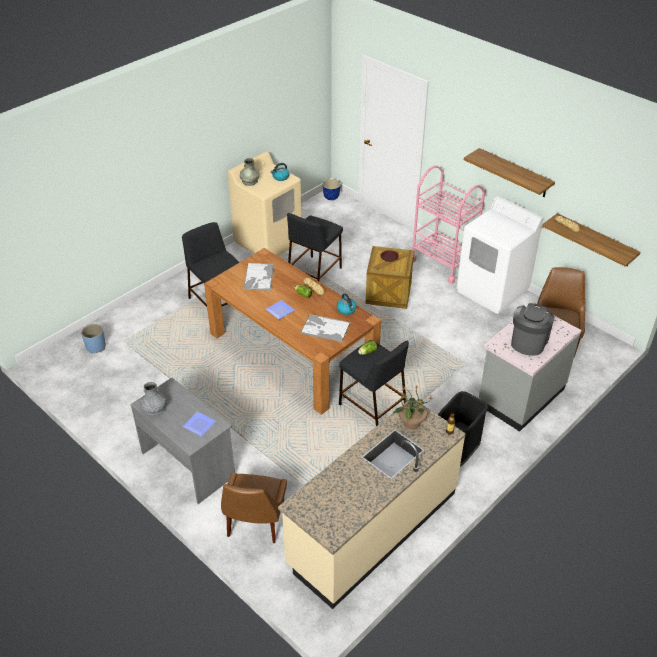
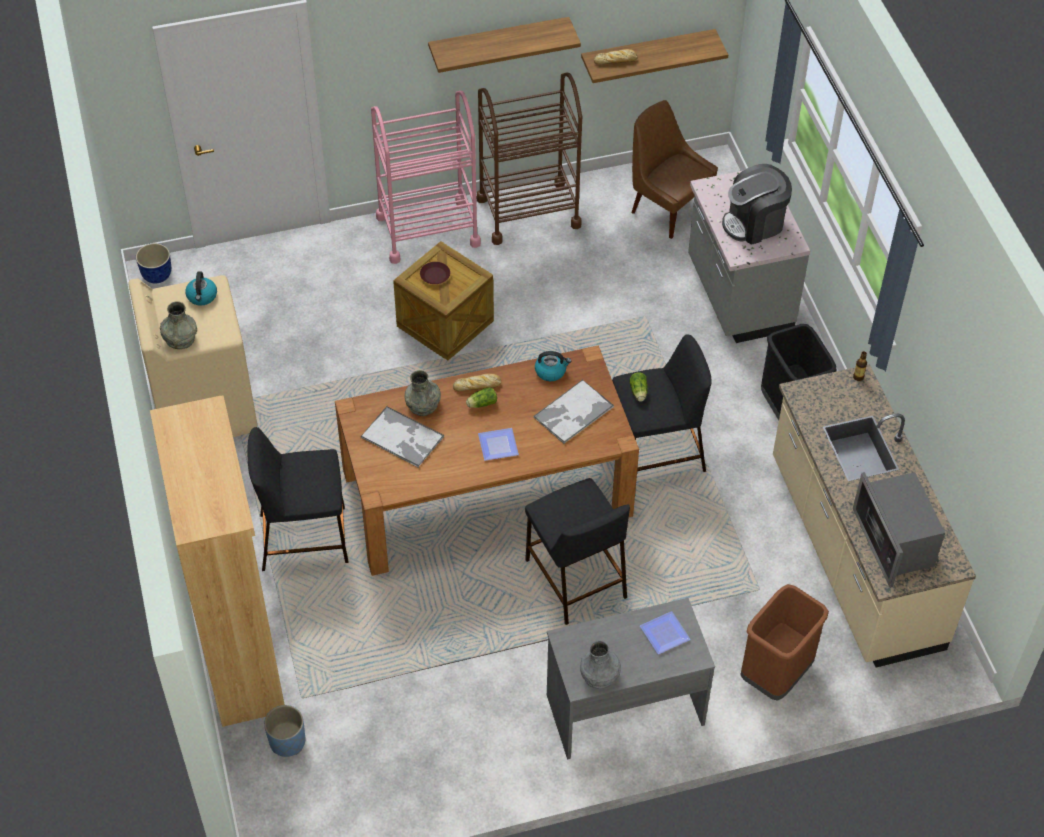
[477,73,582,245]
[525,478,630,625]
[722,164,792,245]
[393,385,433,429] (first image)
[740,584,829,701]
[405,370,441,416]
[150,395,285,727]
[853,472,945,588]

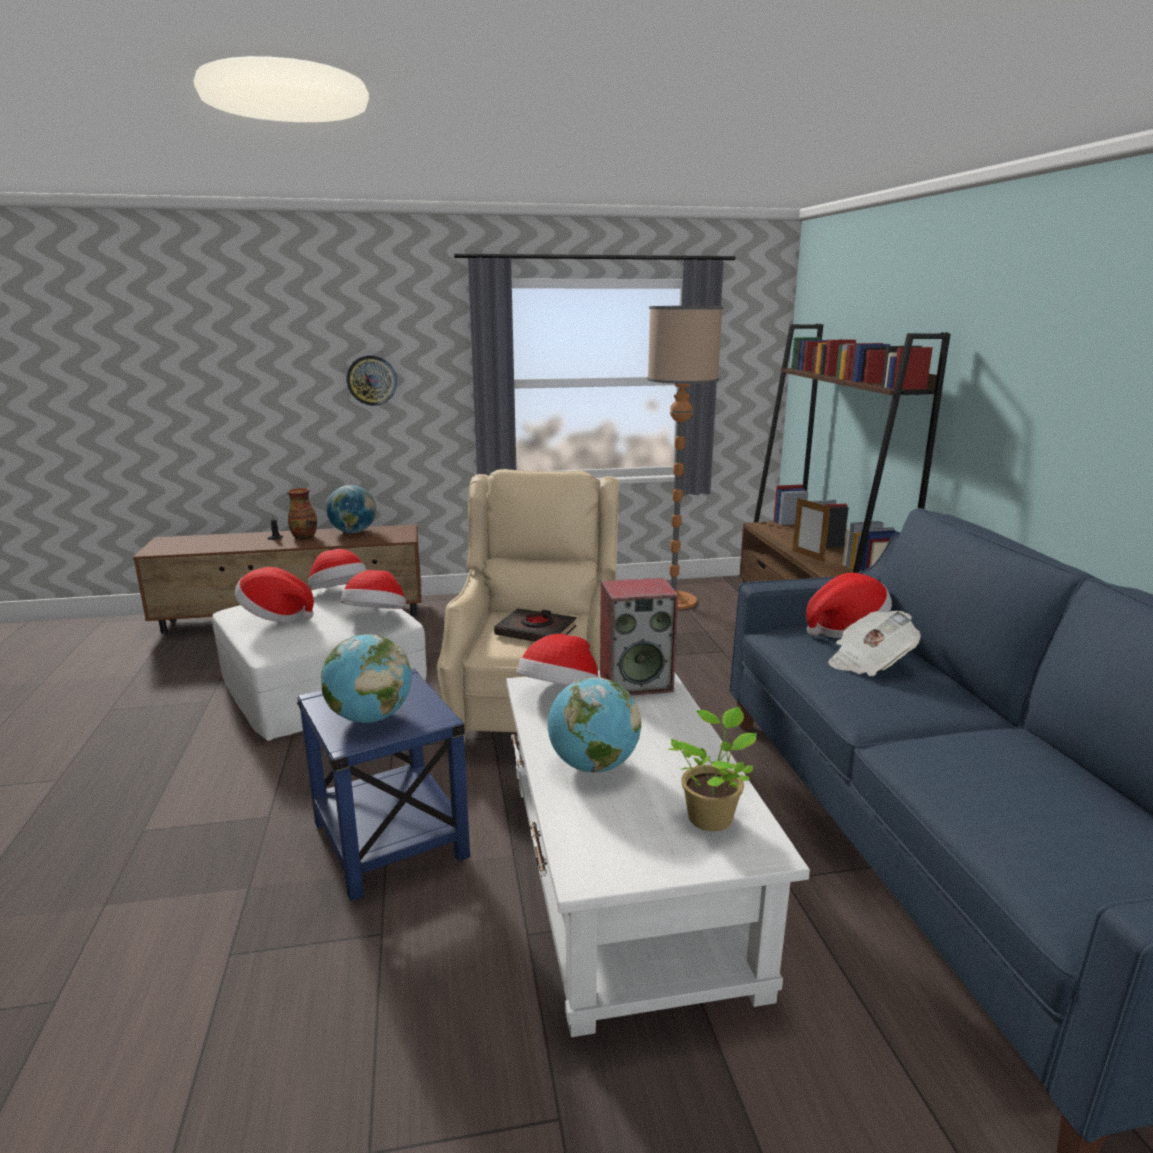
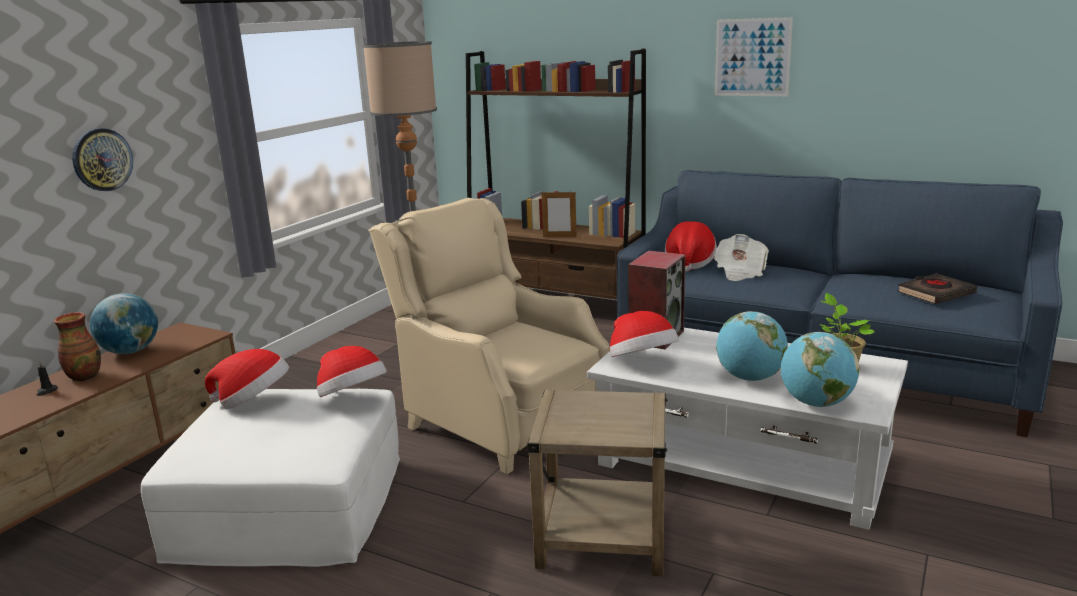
[235,567,314,623] (first image)
[897,273,977,304]
[781,332,859,407]
[527,390,667,577]
[715,17,793,96]

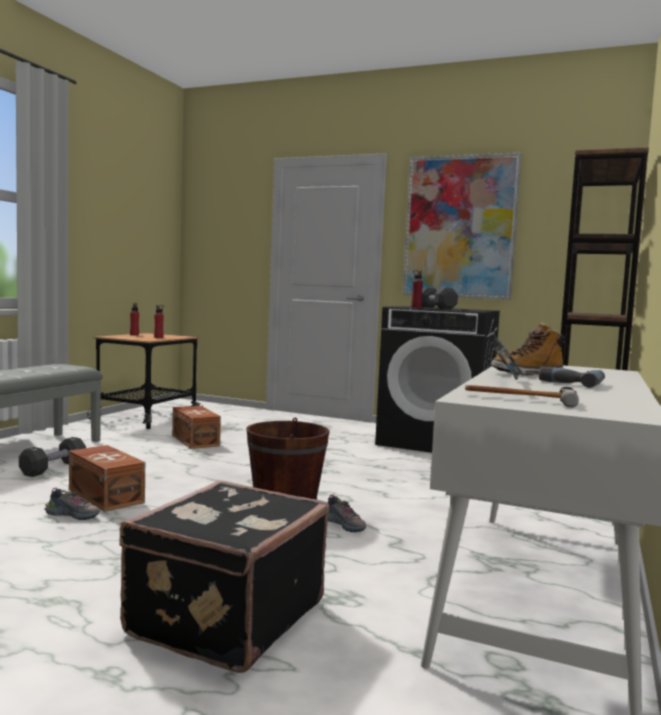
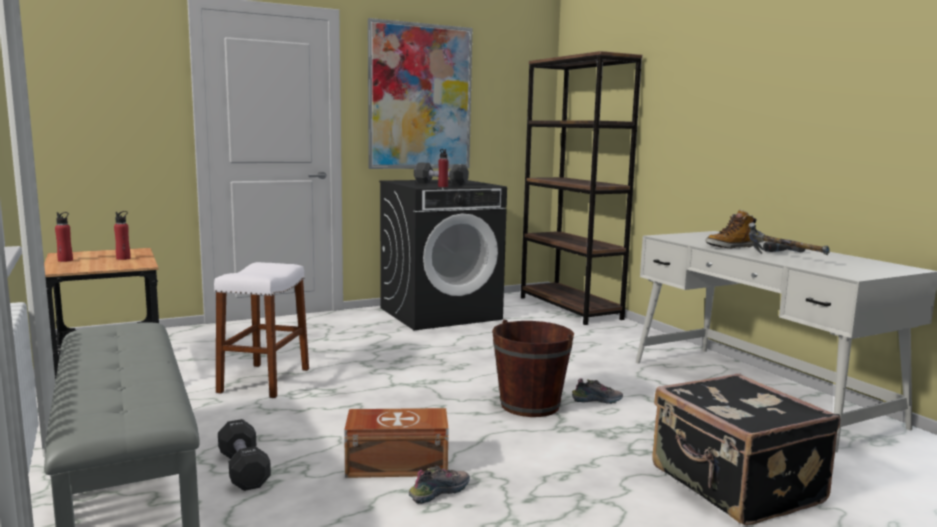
[706,210,756,248]
[465,385,579,408] (first image)
[214,262,309,398]

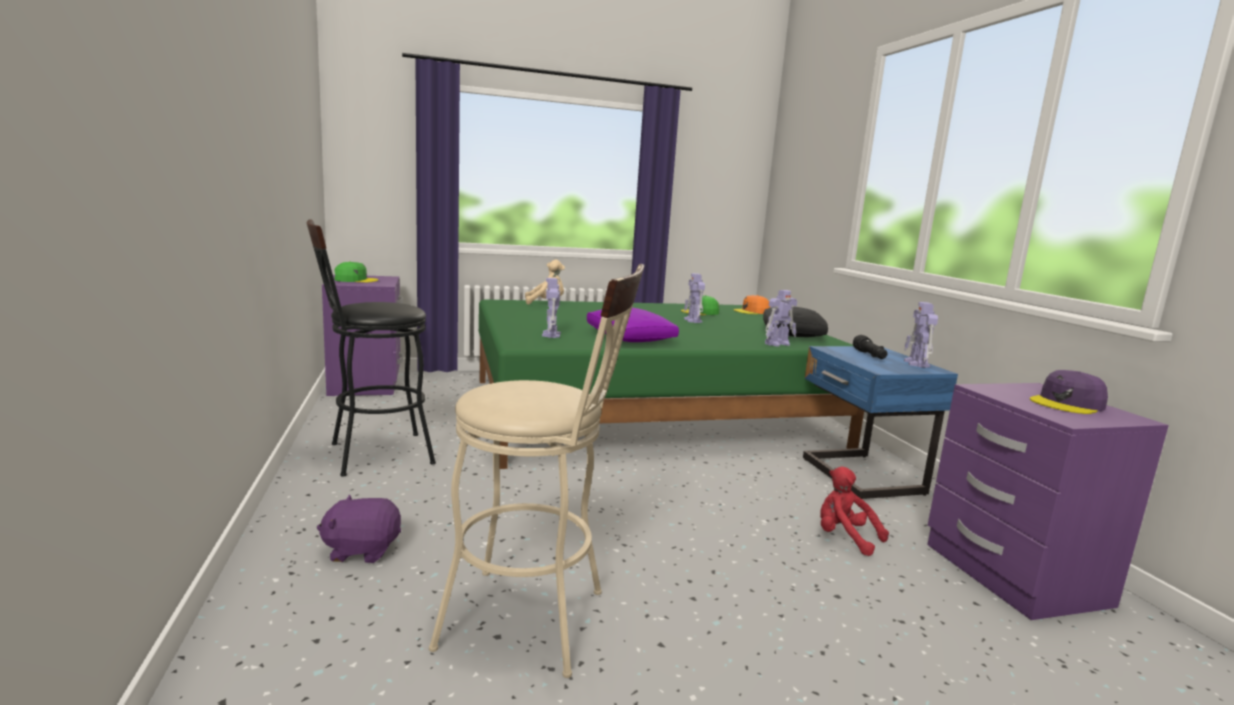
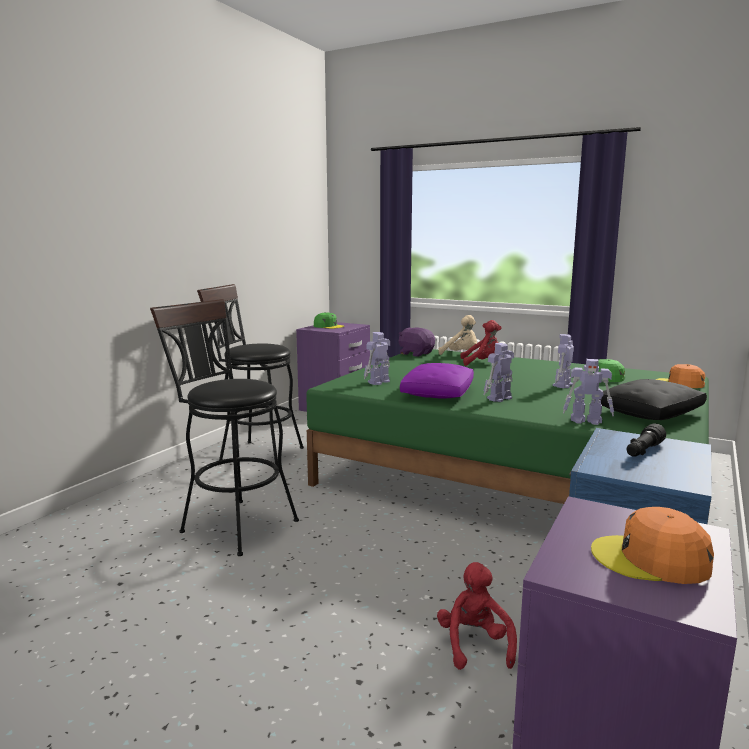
[429,264,644,678] (first image)
[484,343,514,402]
[591,507,714,584]
[398,328,435,357]
[150,299,299,556]
[460,320,502,366]

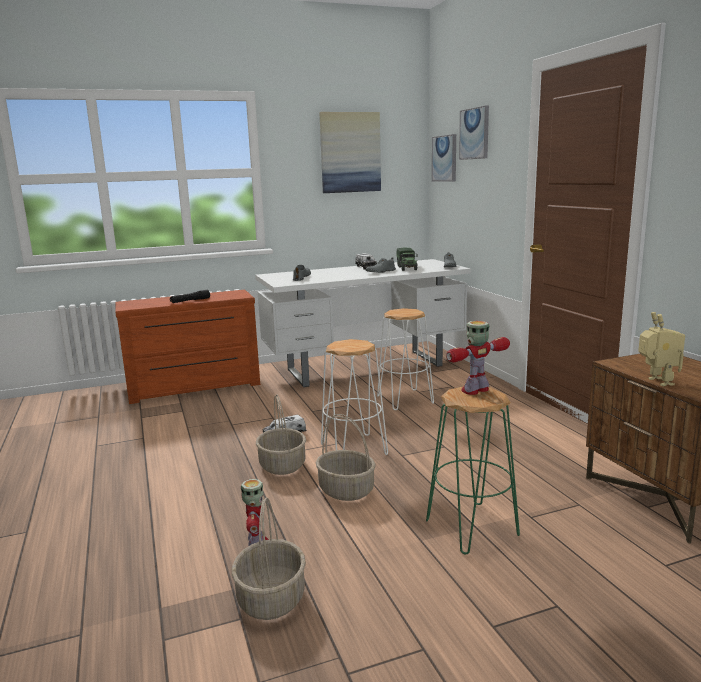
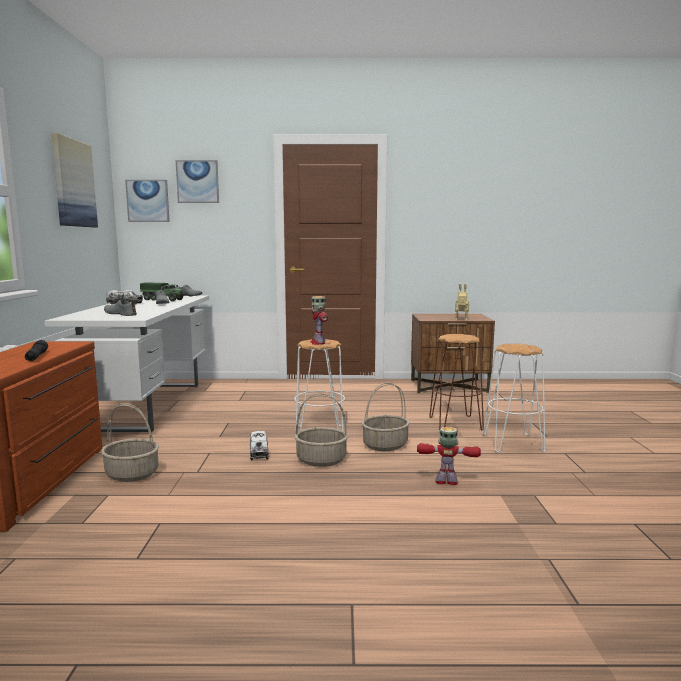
[483,344,545,452]
[310,296,328,345]
[429,334,484,430]
[101,403,159,482]

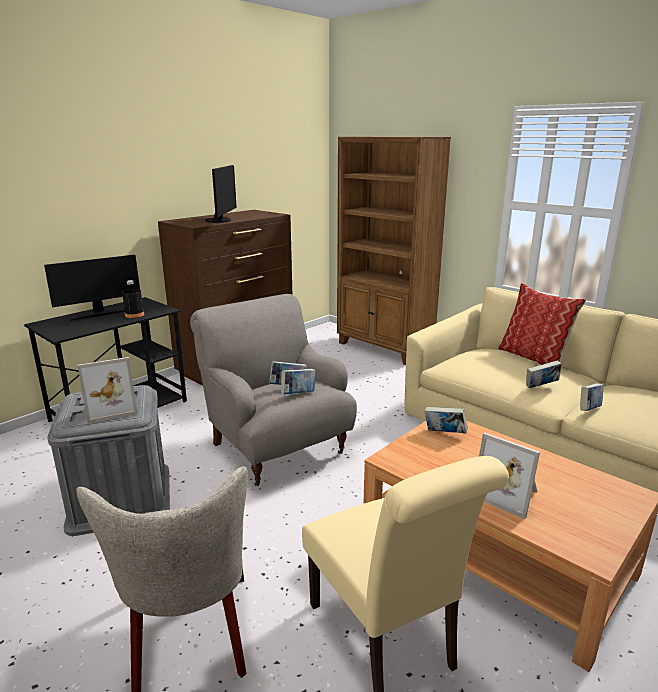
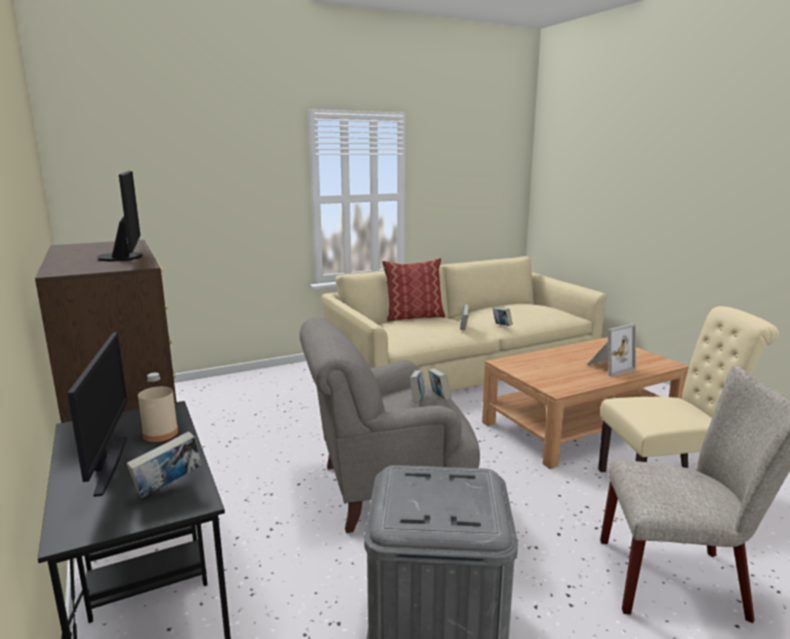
[337,137,451,365] (first image)
[97,171,143,261]
[138,373,178,442]
[77,357,138,424] (first image)
[126,431,201,498]

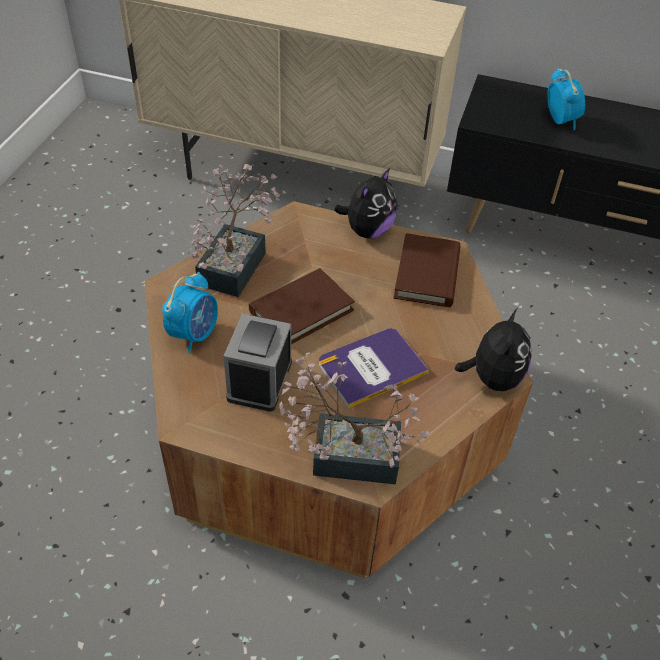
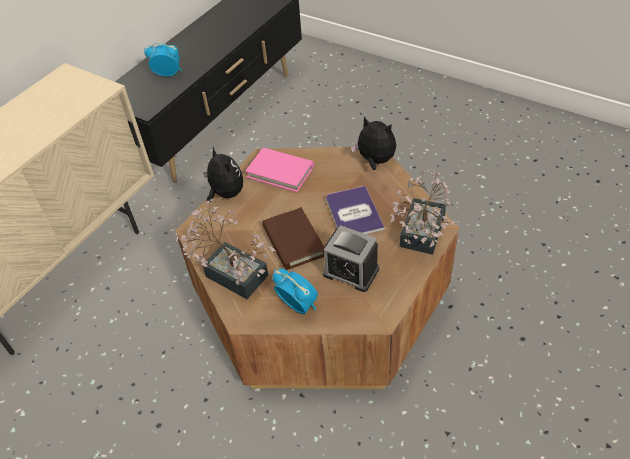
[245,148,314,192]

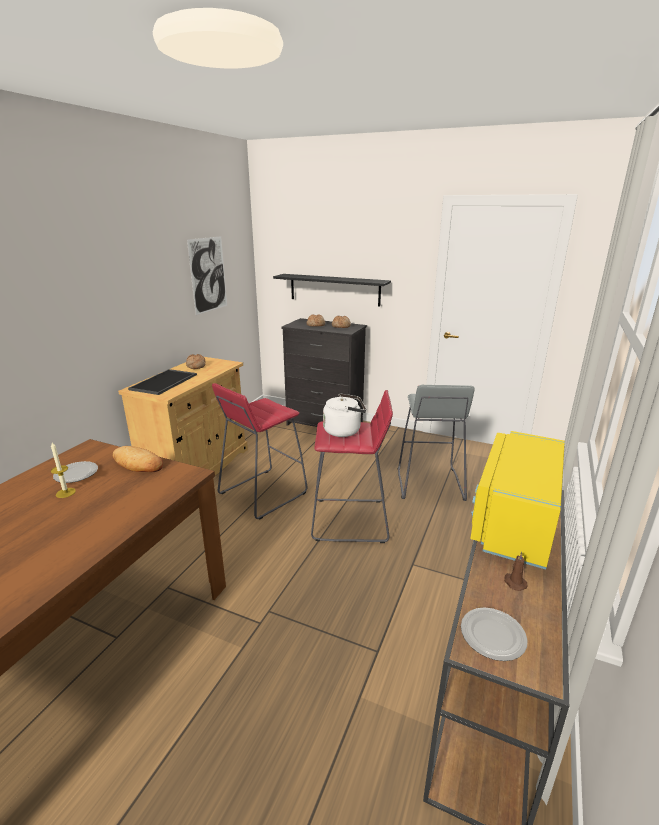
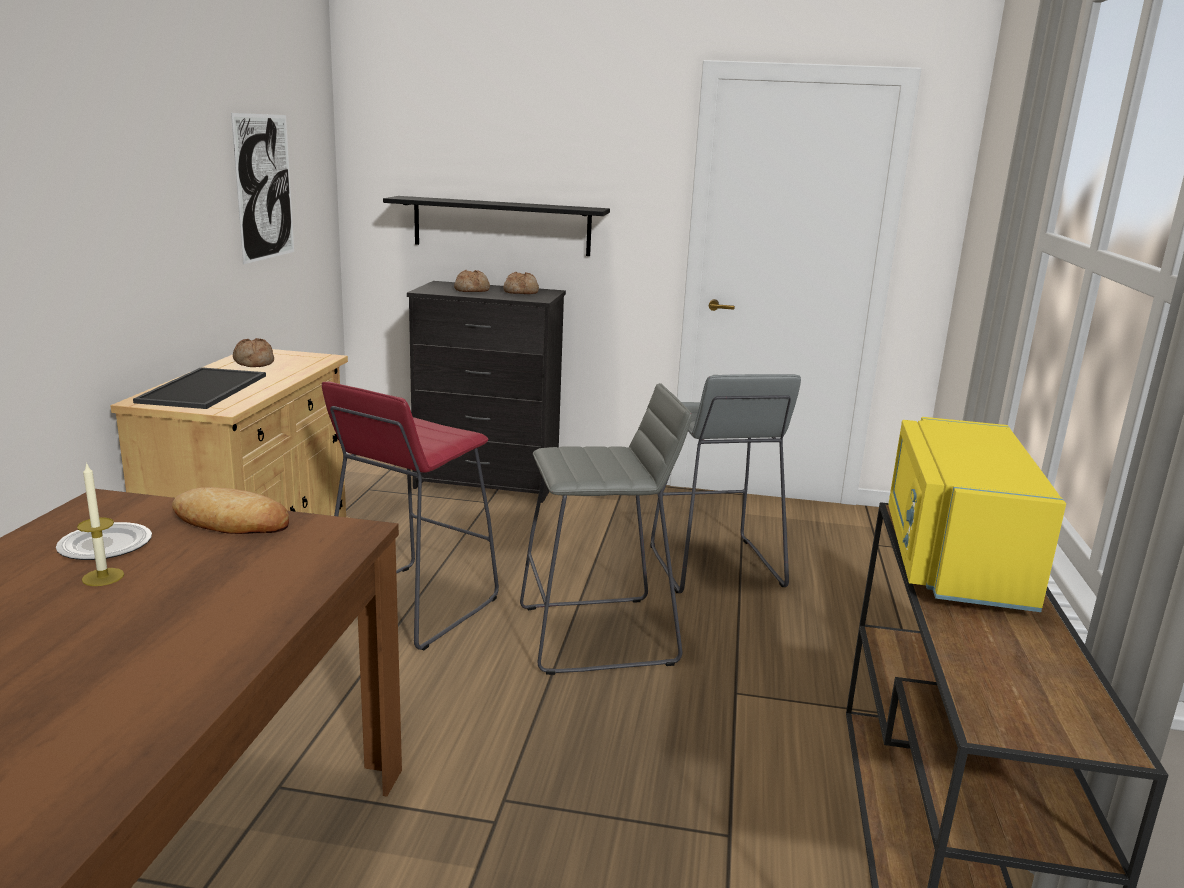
[520,383,692,675]
[323,393,366,437] (first image)
[504,552,528,591] (first image)
[461,607,528,661] (first image)

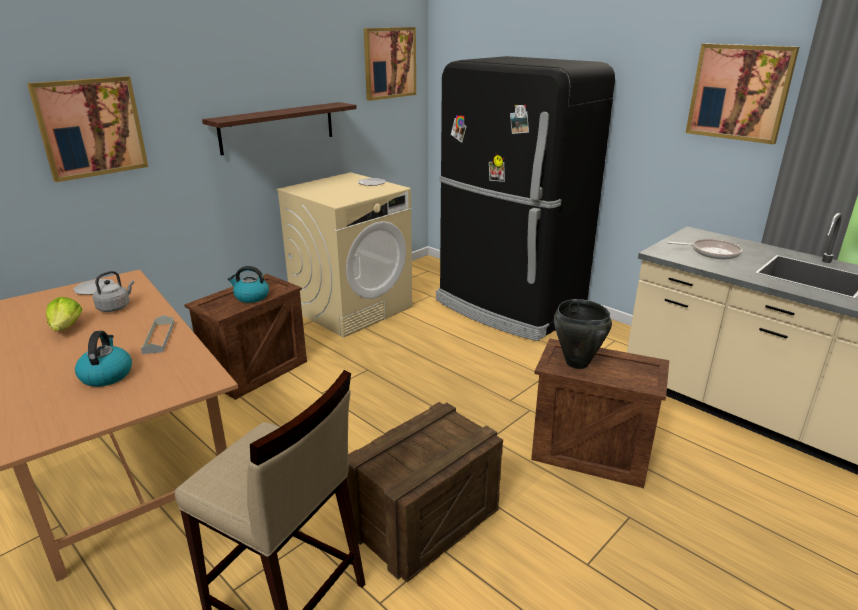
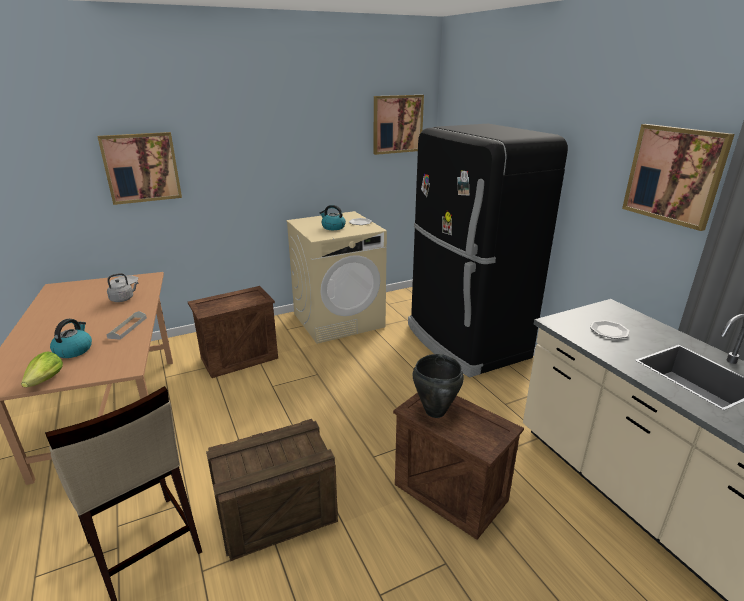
[202,102,357,155] (first image)
[590,320,630,339]
[320,205,346,230]
[21,351,63,387]

